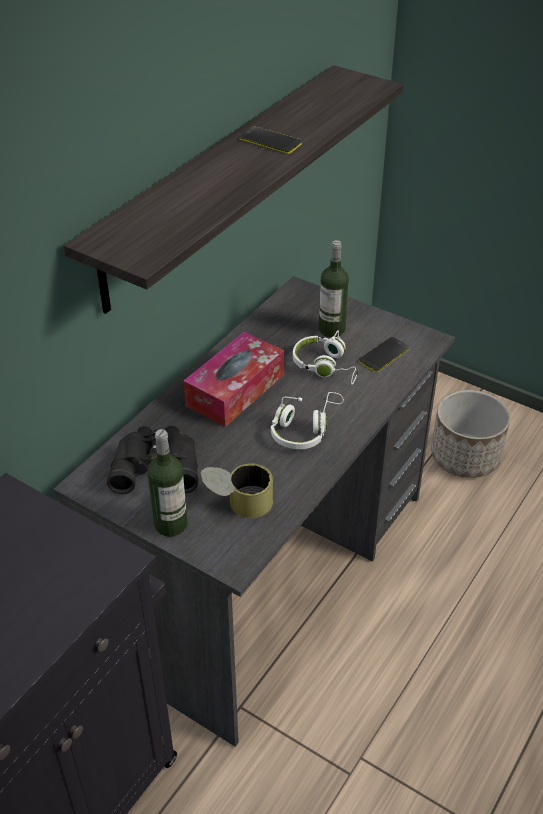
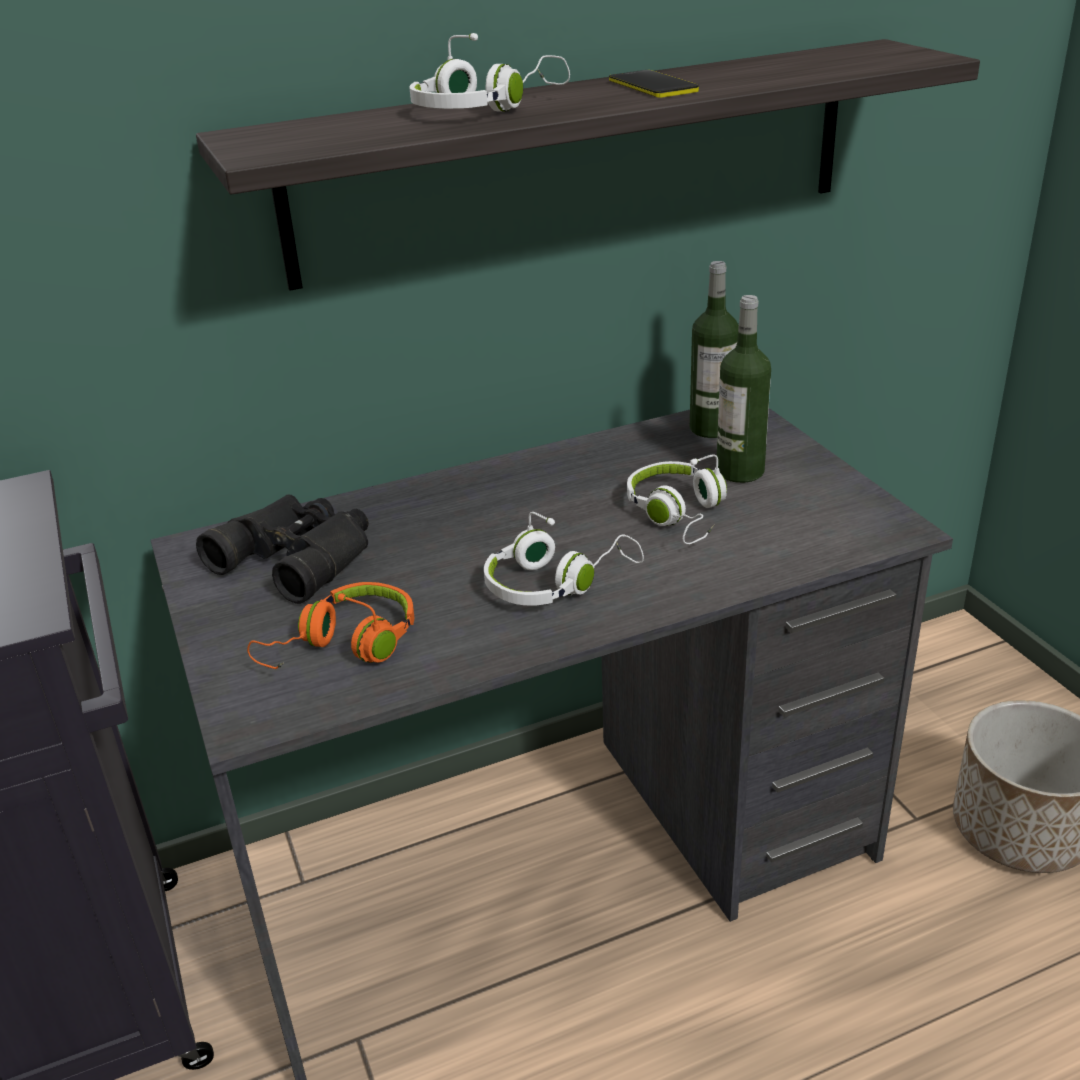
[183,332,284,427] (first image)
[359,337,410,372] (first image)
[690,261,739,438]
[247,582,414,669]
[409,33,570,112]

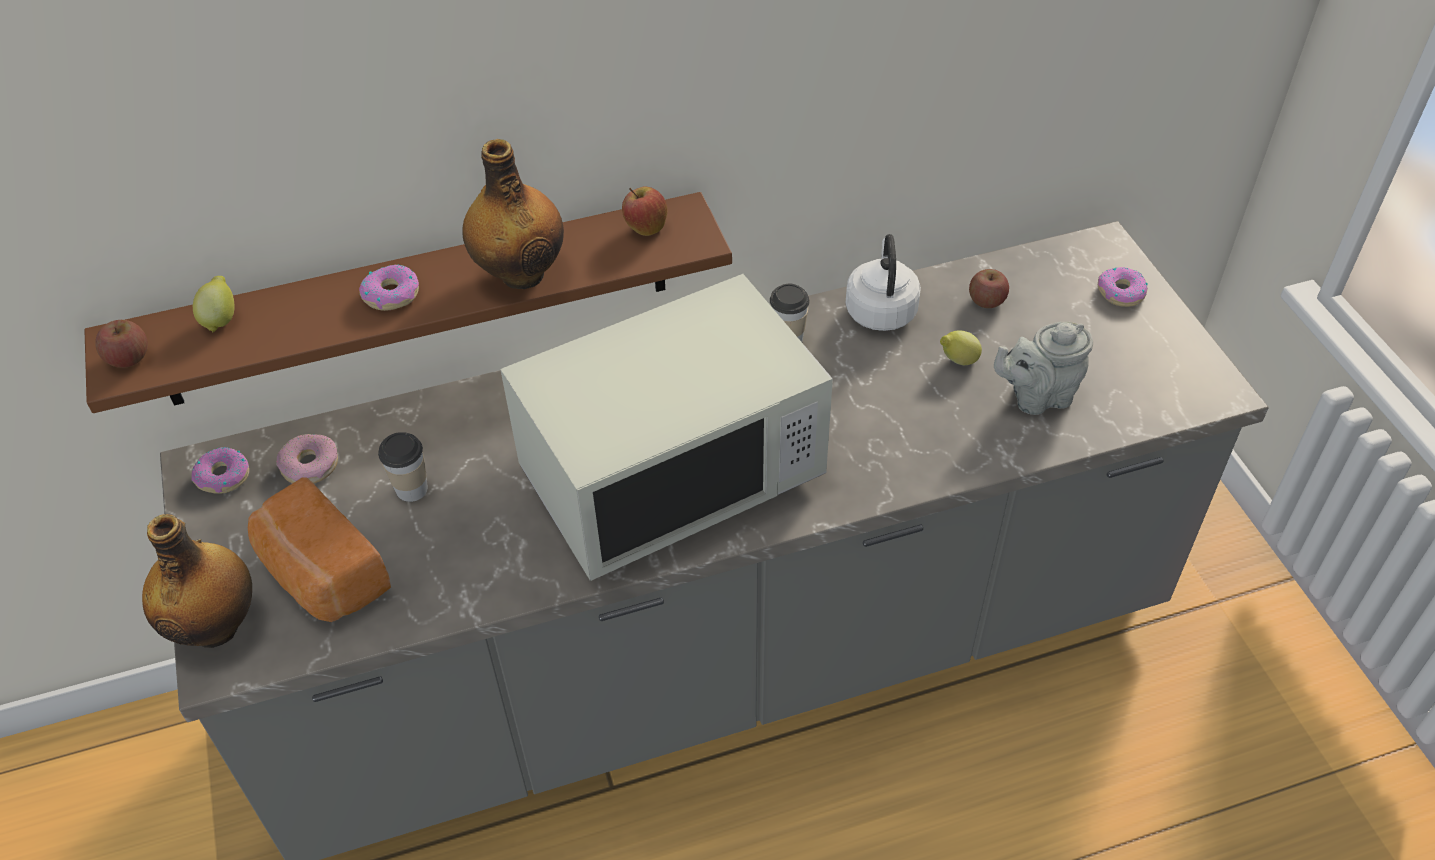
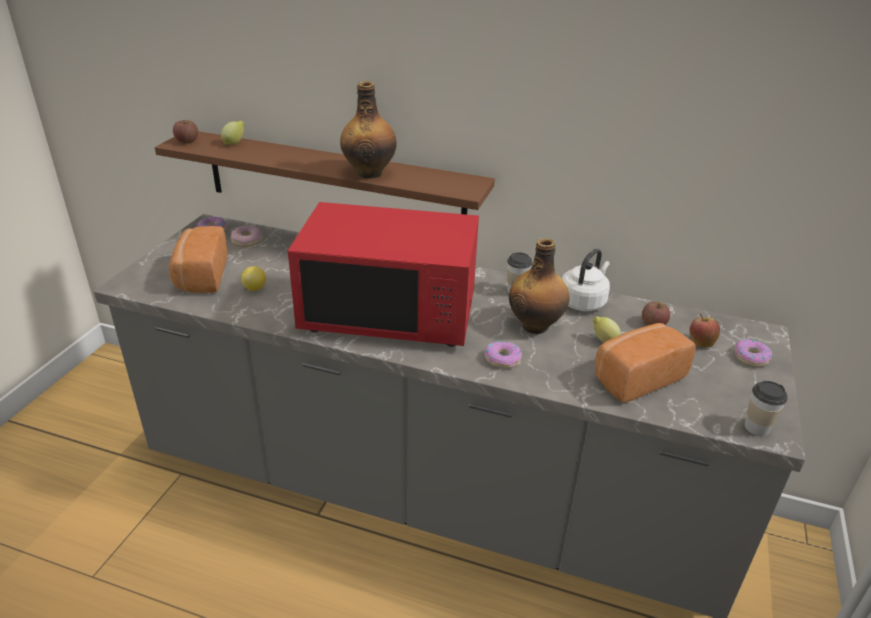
[690,314,720,348]
[484,341,522,368]
[288,202,479,347]
[595,323,696,403]
[744,381,787,436]
[509,238,569,334]
[241,266,266,291]

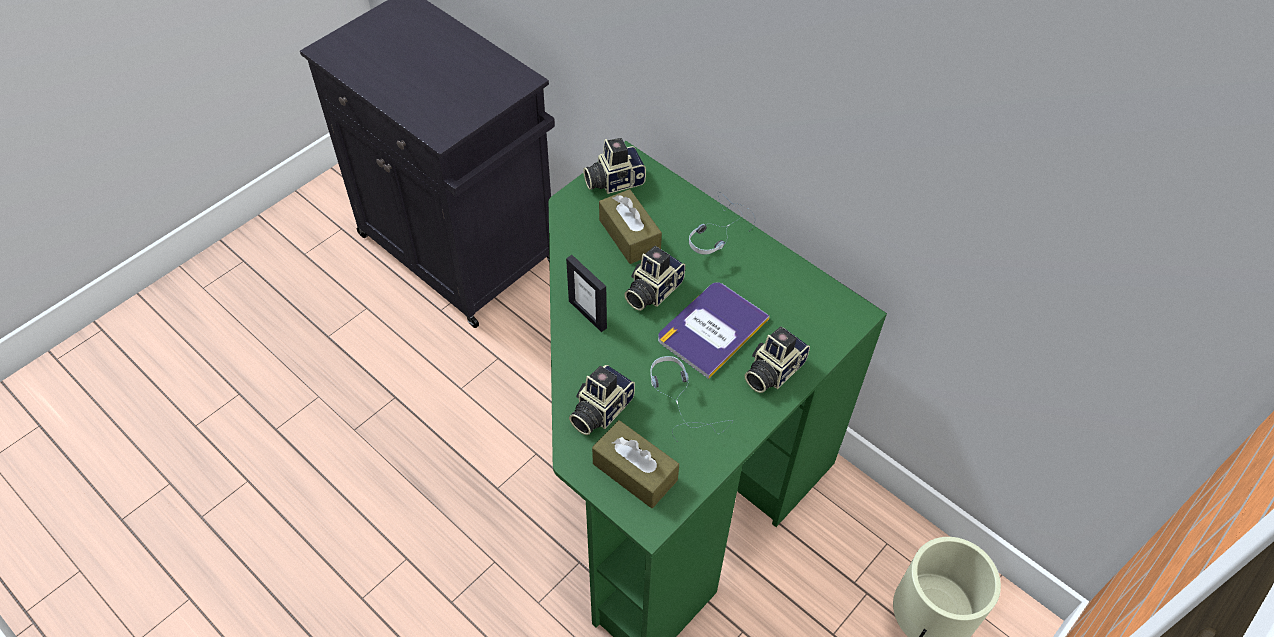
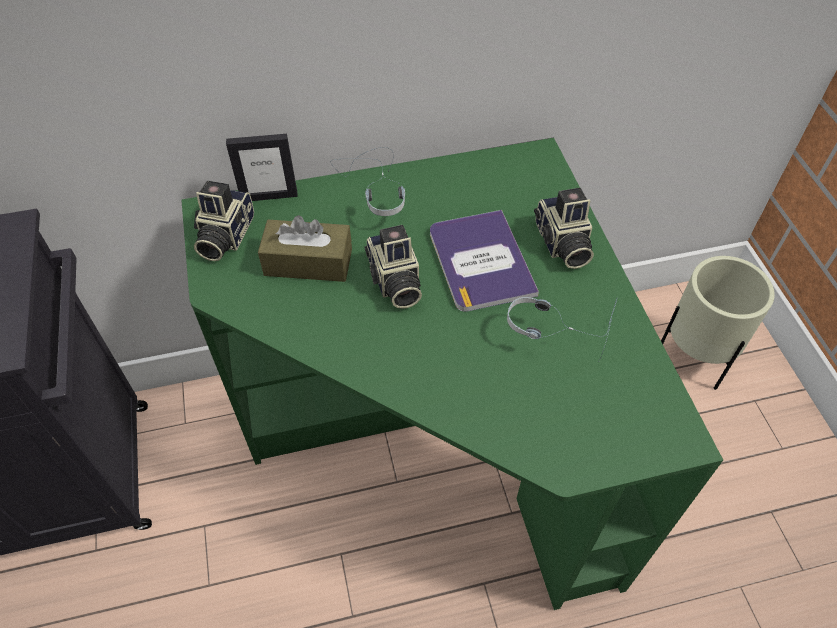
[226,134,298,201]
[569,365,635,435] (first image)
[592,420,679,508] (first image)

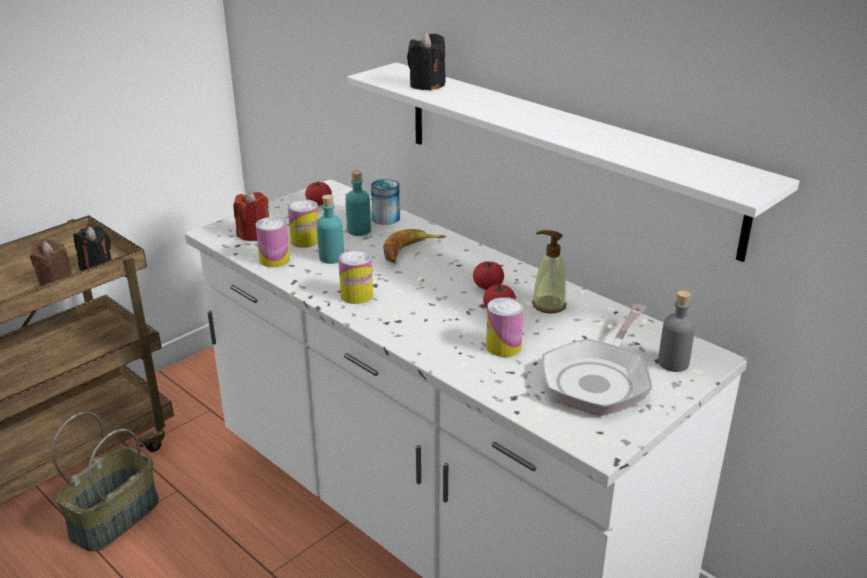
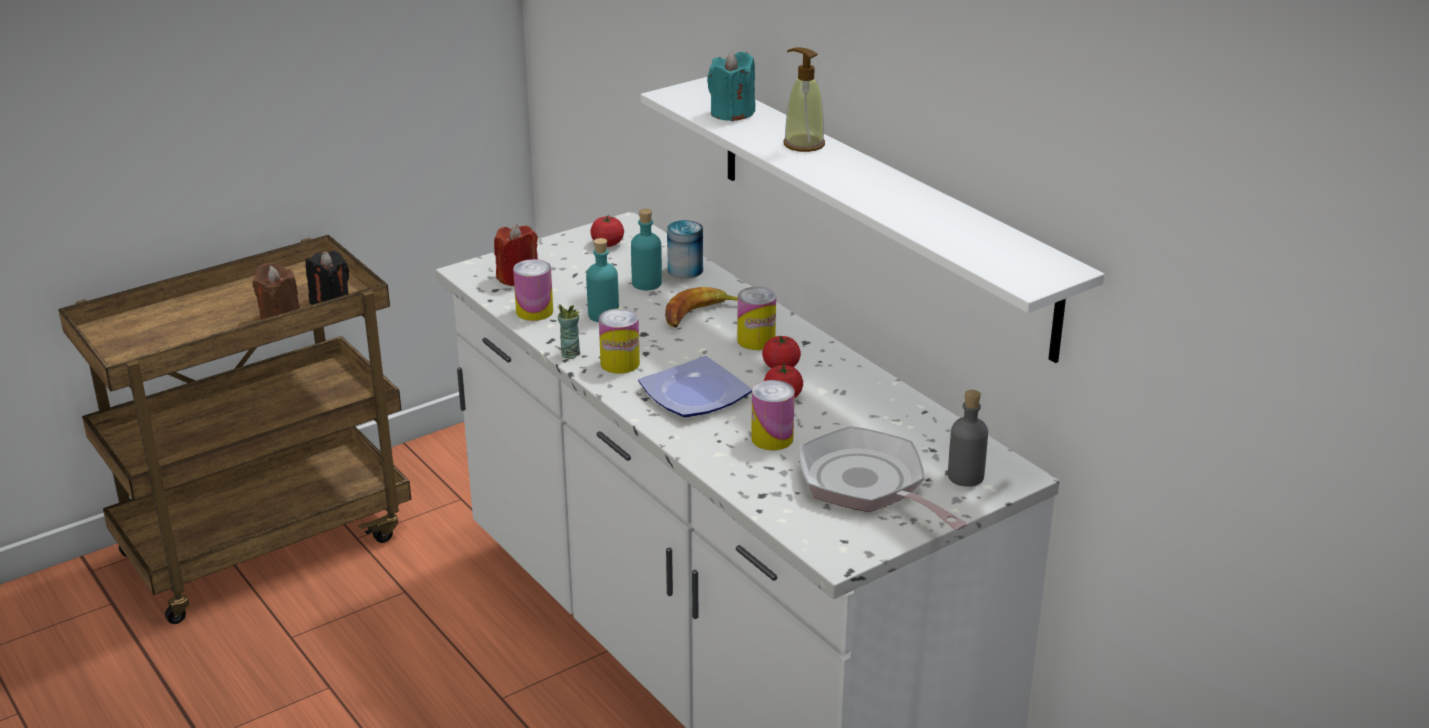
[707,51,755,121]
[737,287,776,350]
[784,47,825,152]
[799,426,968,530]
[52,412,159,552] (first image)
[558,304,580,359]
[638,356,752,417]

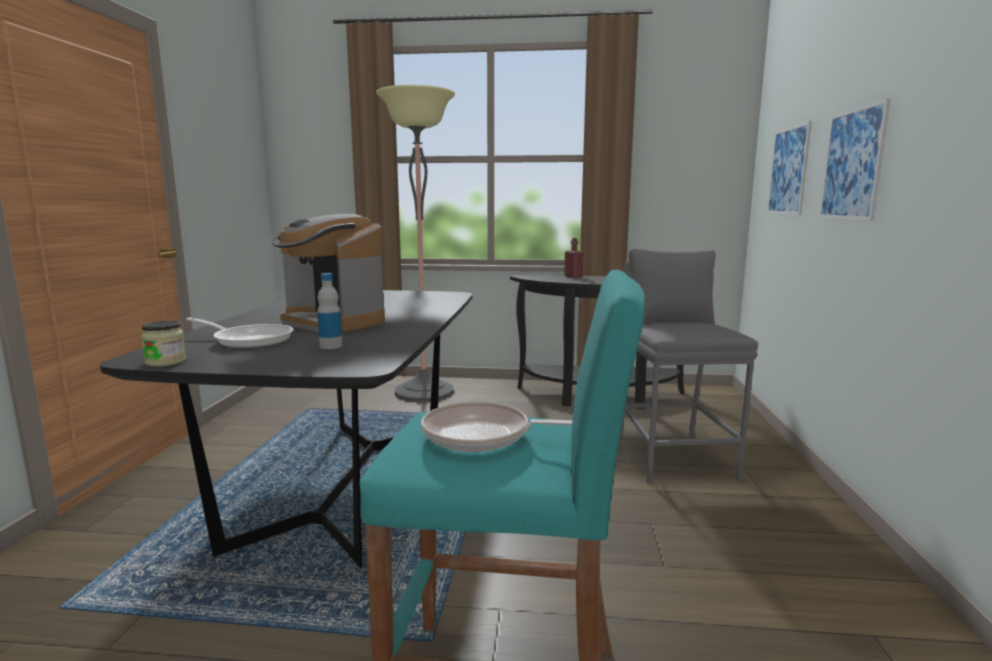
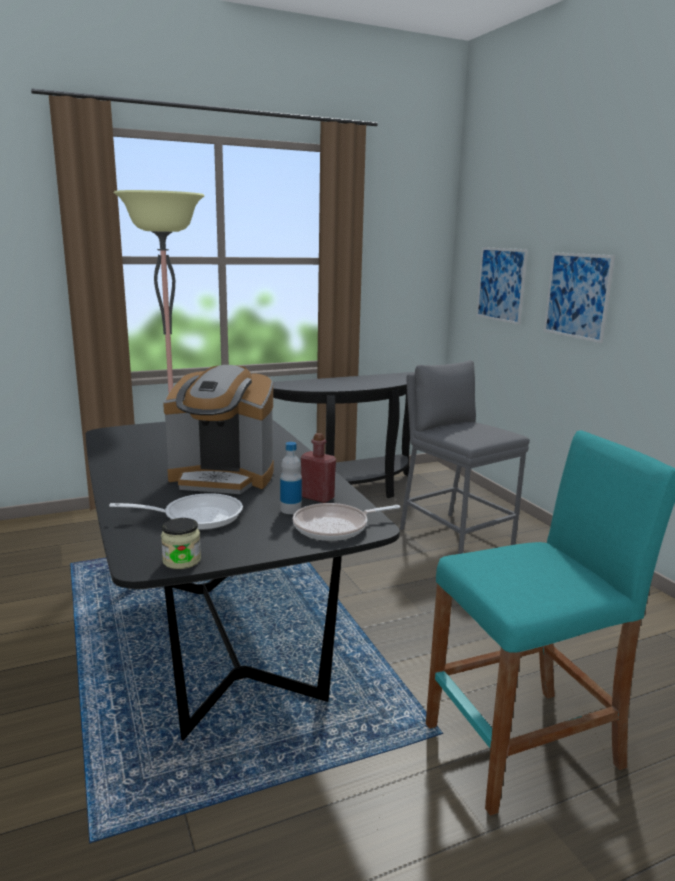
[301,433,336,503]
[293,503,401,541]

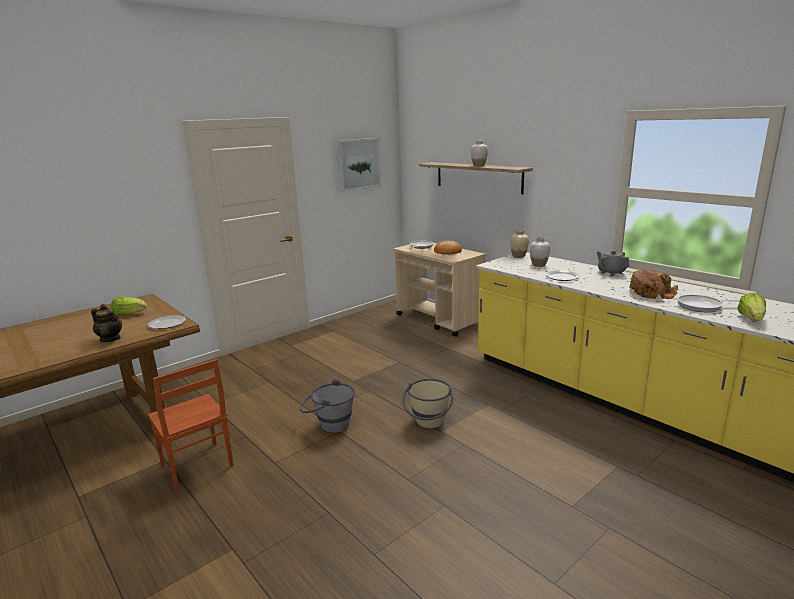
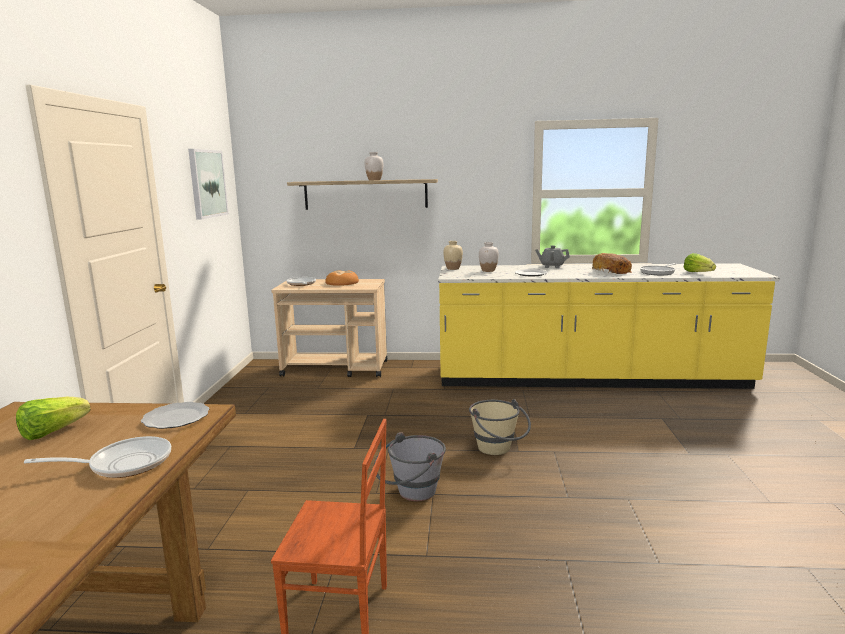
[24,436,171,478]

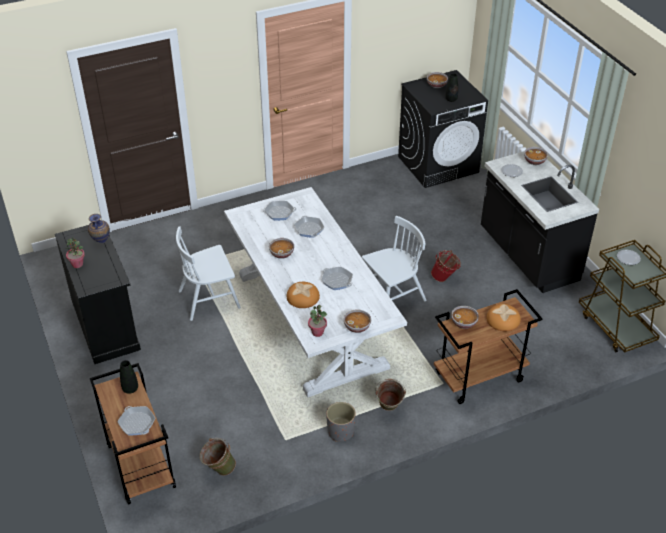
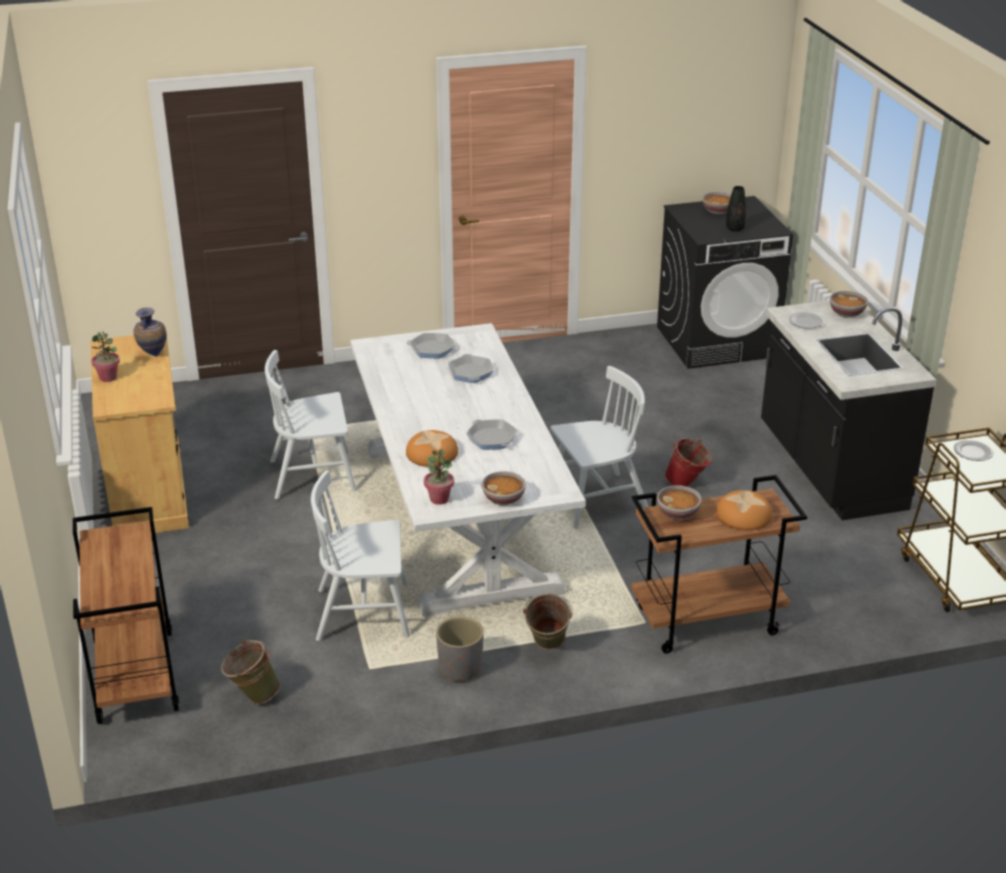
[91,335,189,533]
[269,238,294,259] (first image)
[120,360,138,394] (first image)
[117,406,156,435] (first image)
[311,470,410,641]

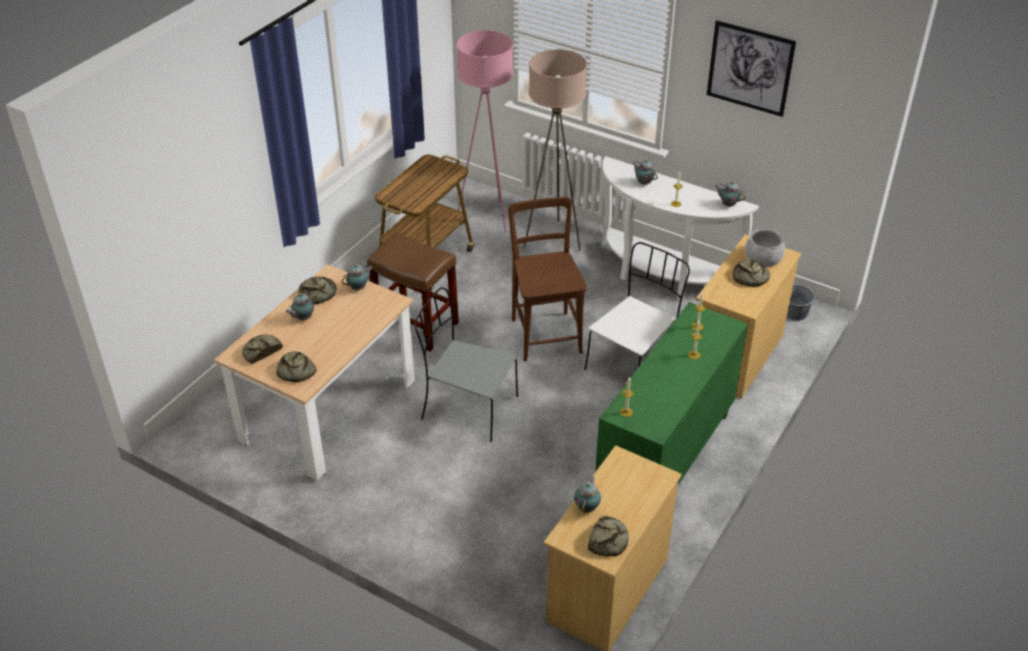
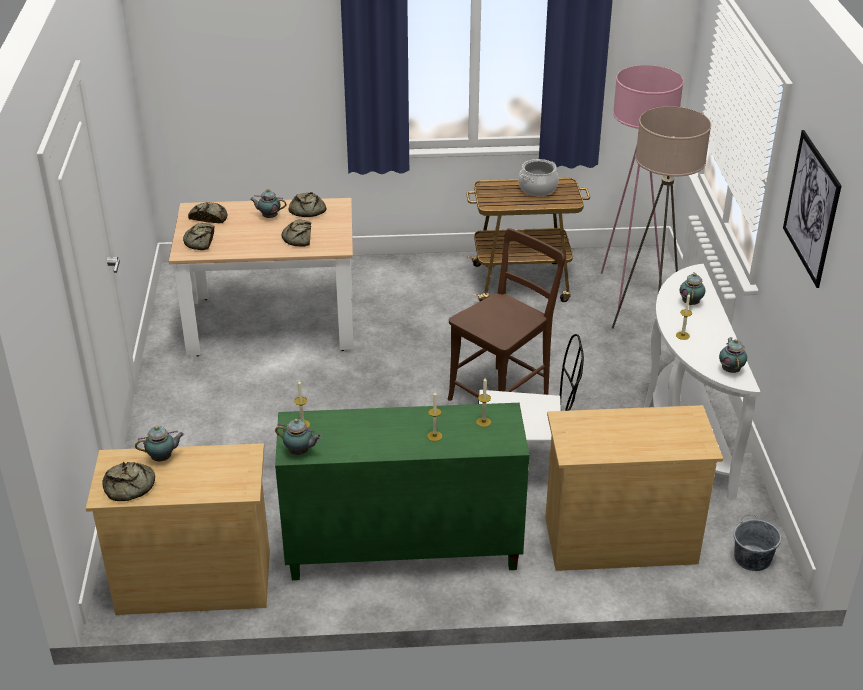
[518,159,559,196]
[367,233,459,352] (first image)
[282,219,311,247]
[275,419,322,455]
[414,287,518,442] (first image)

